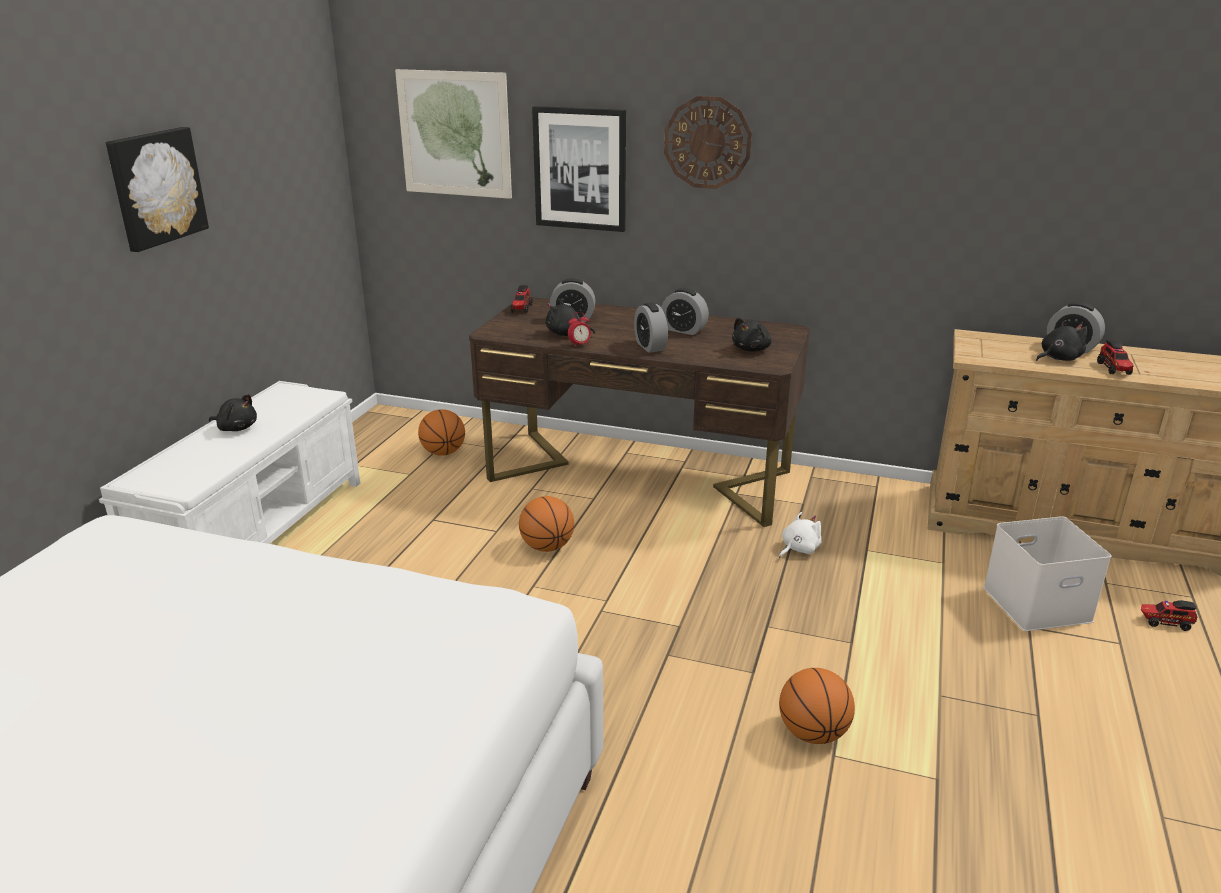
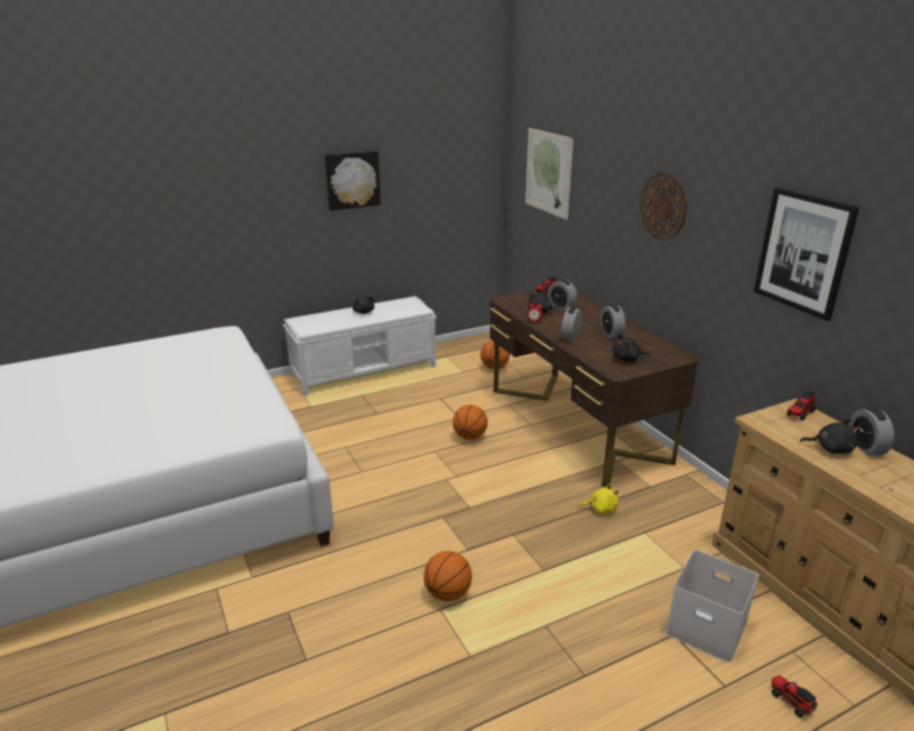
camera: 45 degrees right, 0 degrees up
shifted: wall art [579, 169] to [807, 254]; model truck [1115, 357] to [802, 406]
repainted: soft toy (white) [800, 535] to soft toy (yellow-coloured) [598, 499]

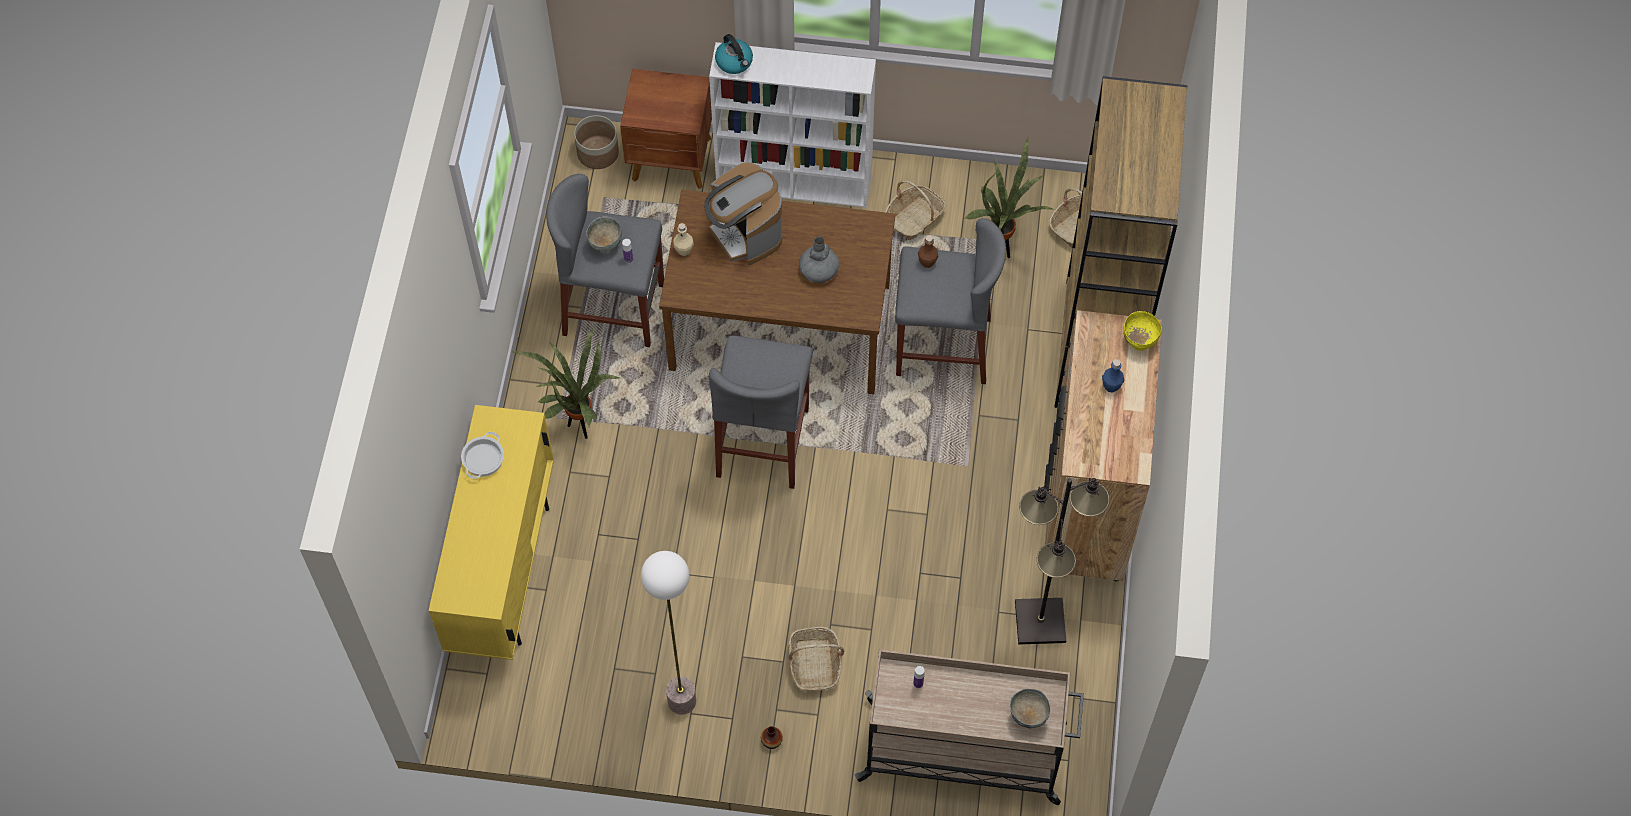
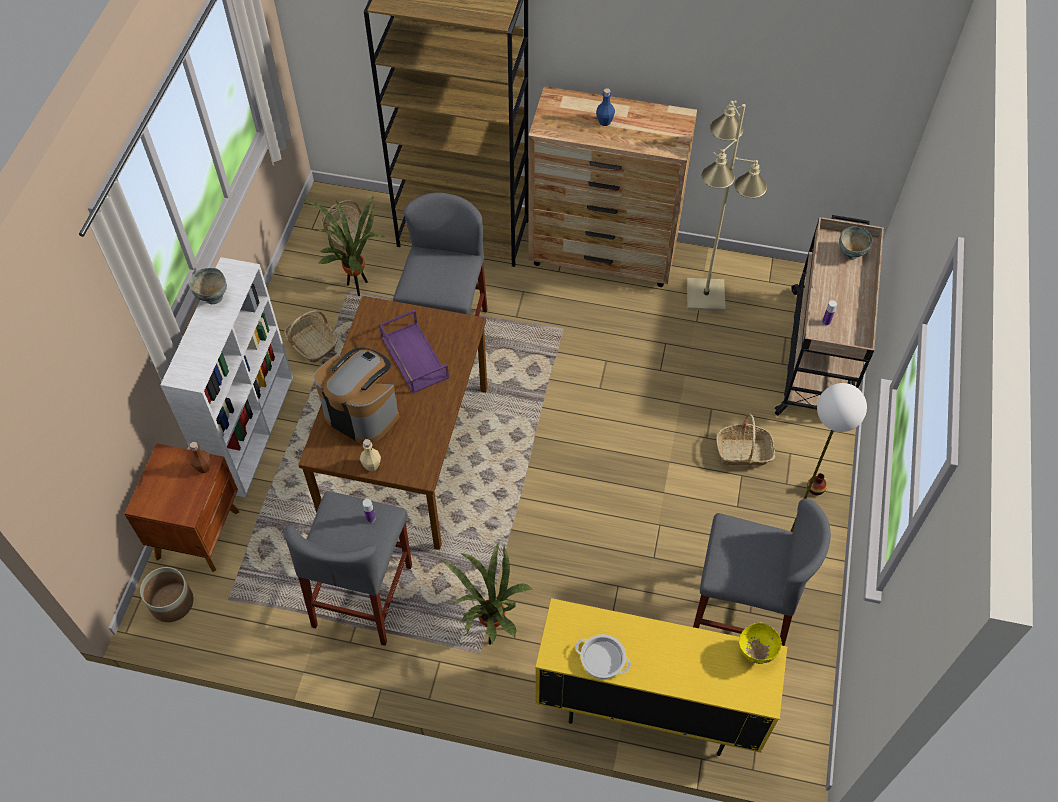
camera: 85 degrees left, 5 degrees down
gone: tea kettle [734, 54]
shifted: deep dish (greyish) [604, 235] to [208, 286]; bottle (brownish) [928, 251] to [201, 457]; deep dish (yellow-coloured) [1142, 331] to [760, 643]; sitting stool (greyish) [761, 412] to [762, 572]
swapped: vase (greyish) [819, 259] to carrying tray (purple-coloured) [414, 352]
repainted: floor lamp (black) [1062, 561] to floor lamp (sand-coloured) [727, 206]
rotated: coffee maker [743, 214] = [356, 395] 120 degrees counterclockwise

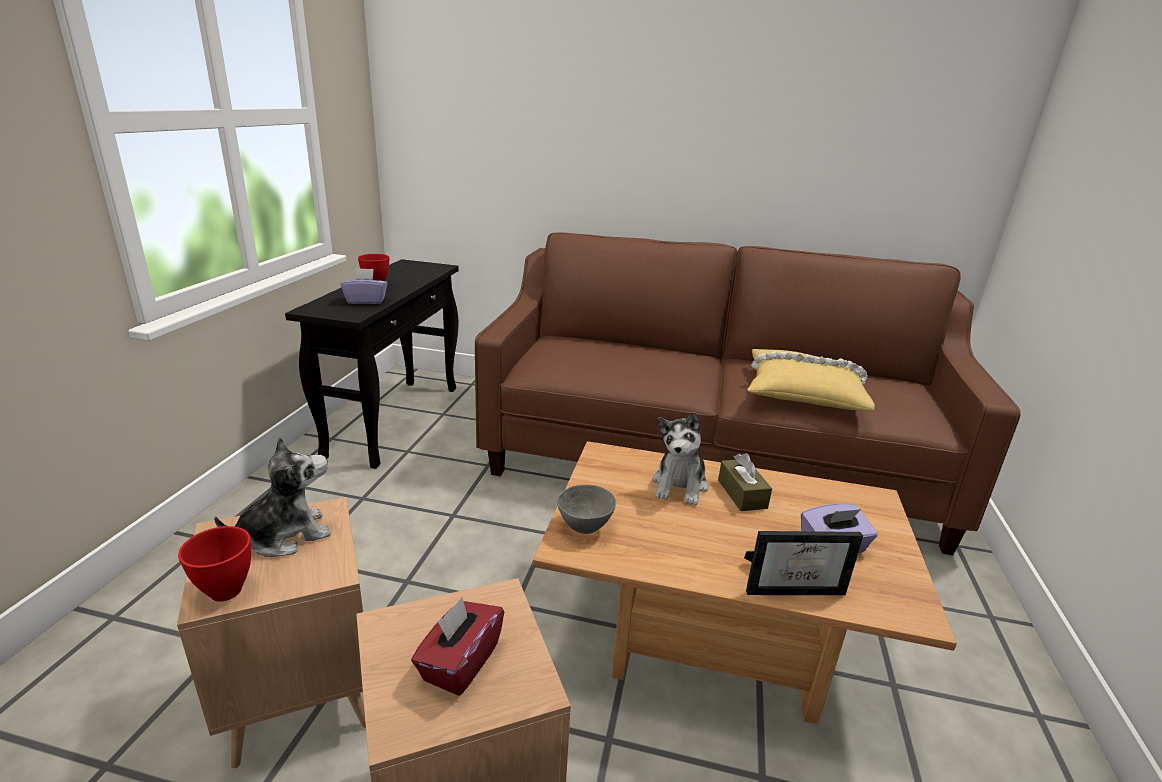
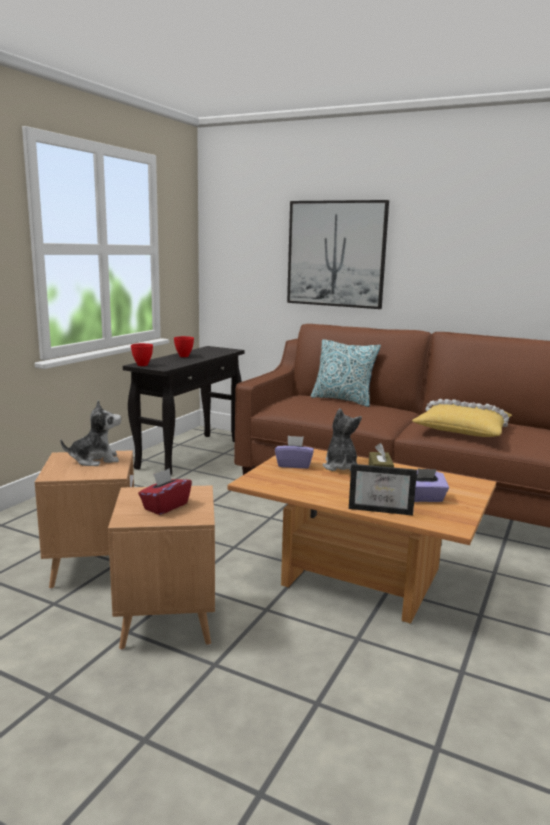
camera: 15 degrees right, 10 degrees down
gone: deep dish (greyish) [586, 509]
new: wall art [338, 254]; cushion [346, 373]
shifted: tissue holder (purple-coloured) [364, 286] to [294, 452]; deep dish (reddish) [214, 564] to [142, 354]
rotated: soft toy [680, 459] = [342, 439] 150 degrees clockwise

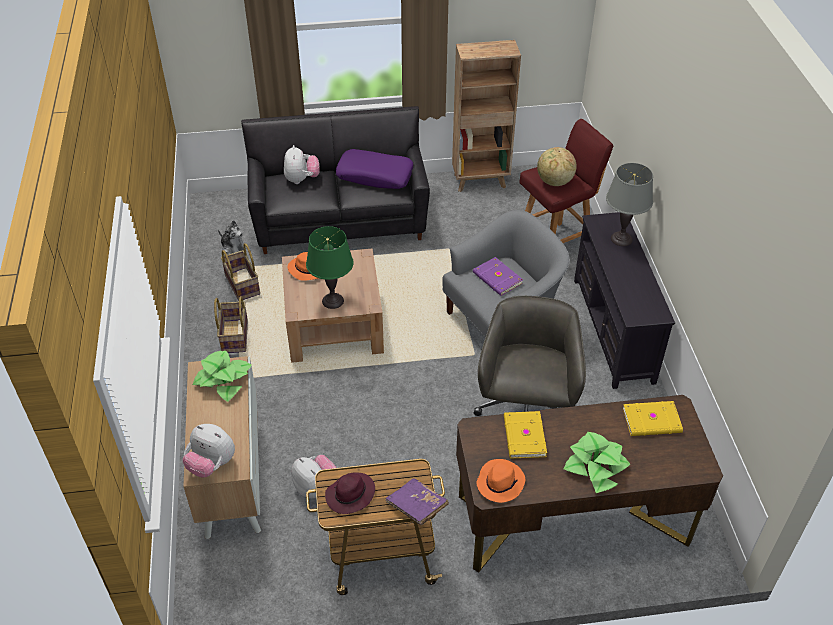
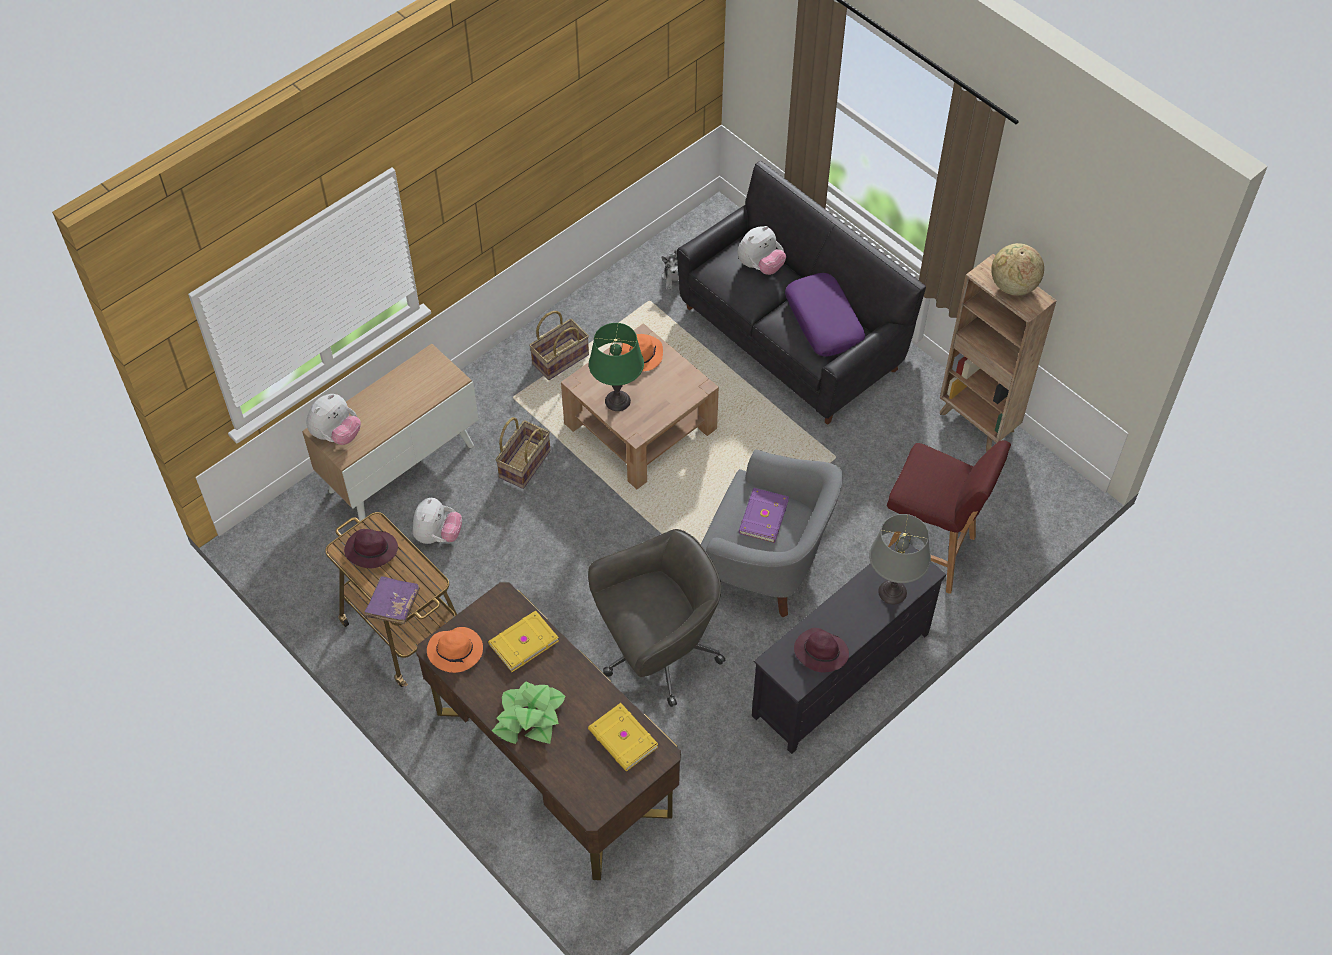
camera: 55 degrees right, 10 degrees up
gone: houseplant [222, 376]
new: wearable hat (purple-coloured) [821, 650]
shifted: world globe [557, 166] to [1017, 269]; storage basket [240, 272] to [523, 453]
rotated: soft toy [208, 451] = [333, 419] 135 degrees counterclockwise

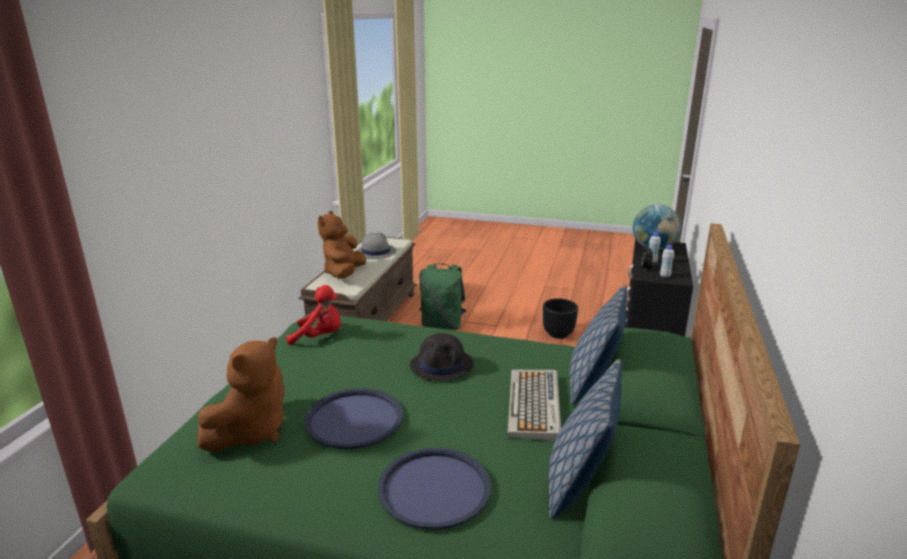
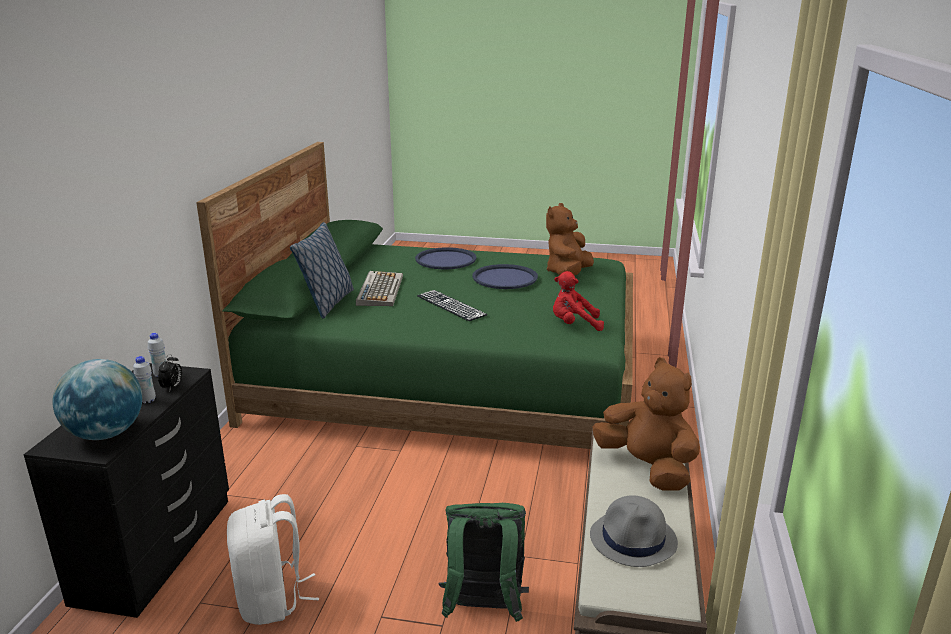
camera: 175 degrees right, 0 degrees up
gone: cushion [585, 439]
swapped: flower pot (black) [560, 318] to backpack (white) [273, 559]; wearable hat (black) [442, 357] to keyboard [452, 305]
rotated: soft toy (brownish) [342, 244] = [646, 424] 45 degrees counterclockwise

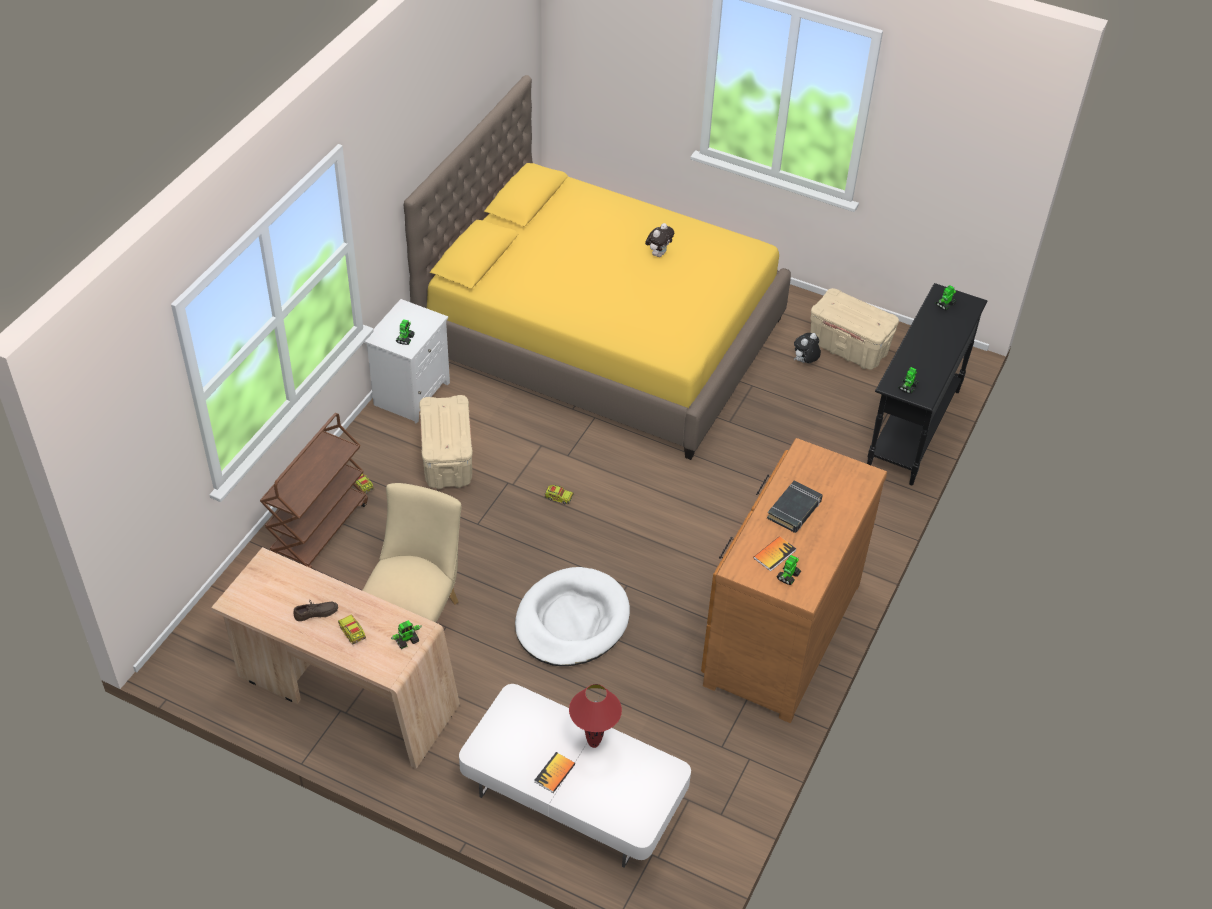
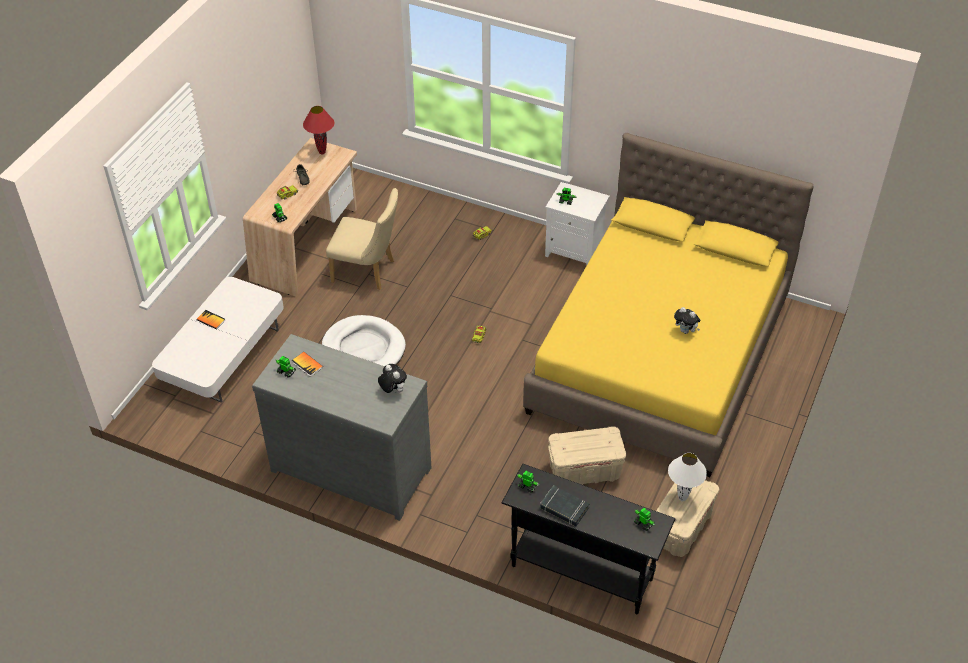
camera: 90 degrees right, 0 degrees up
gone: cart (brownish) [314, 491]
new: table lamp (white) [687, 477]
shifted: soft toy [807, 348] to [392, 378]; storage container (sand-coloured) [446, 442] to [587, 456]; volume (black) [794, 506] to [565, 505]; table lamp (reddish) [595, 716] to [318, 130]
repainted: dresser (brownish) [794, 580] to dresser (greyish) [342, 427]

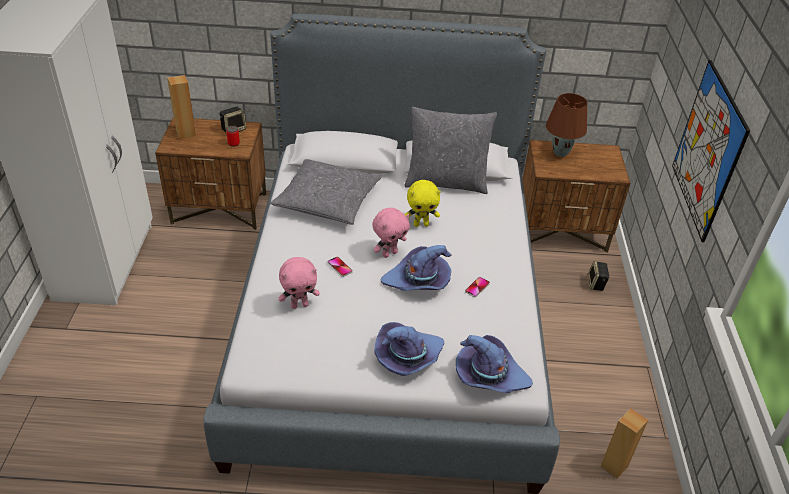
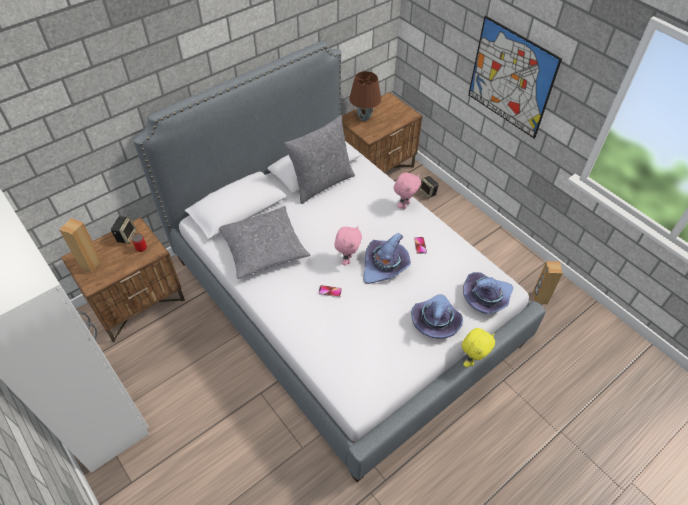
camera: 40 degrees left, 10 degrees up
shifted: soft toy (yellow-coloured) [422, 203] to [478, 347]; soft toy (pinkish) [299, 283] to [407, 190]

